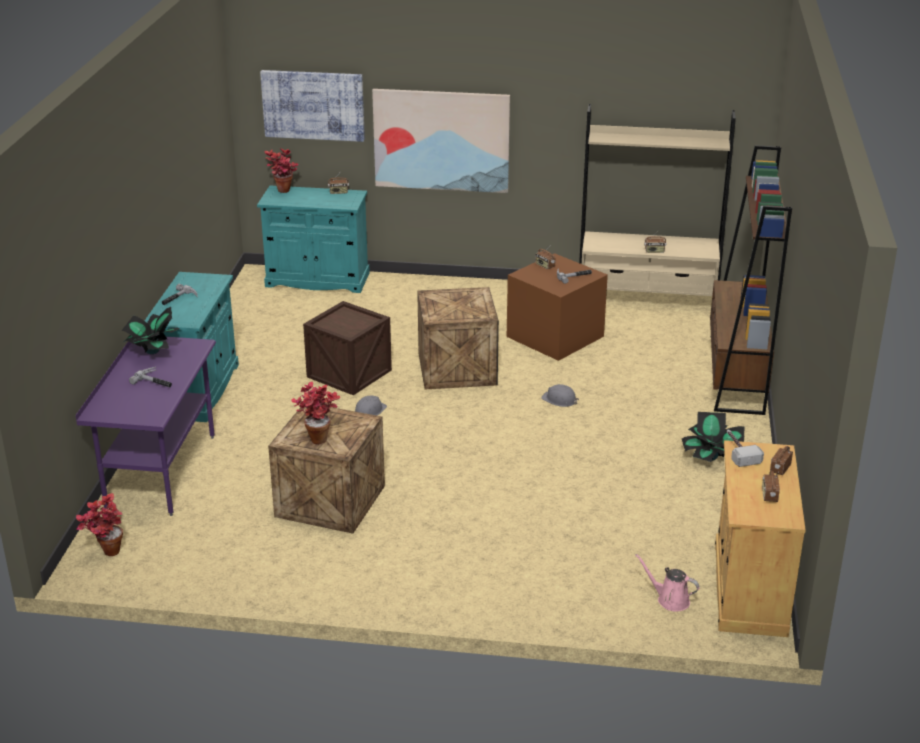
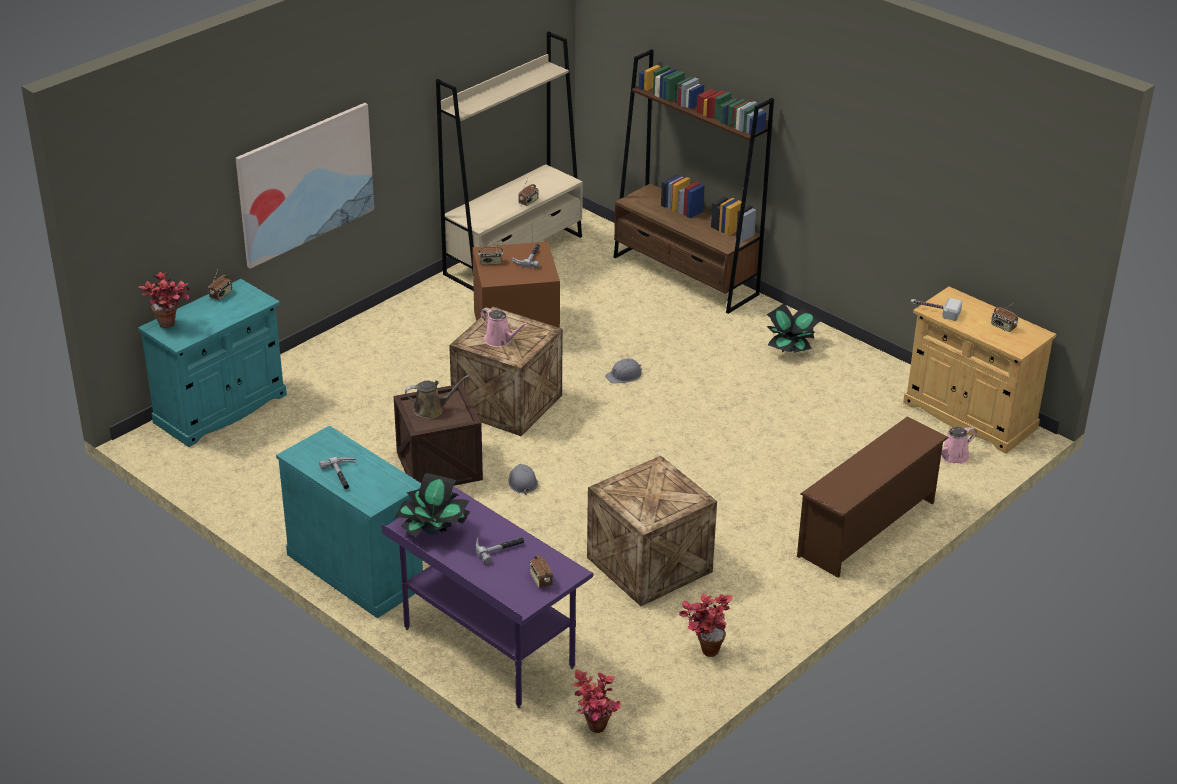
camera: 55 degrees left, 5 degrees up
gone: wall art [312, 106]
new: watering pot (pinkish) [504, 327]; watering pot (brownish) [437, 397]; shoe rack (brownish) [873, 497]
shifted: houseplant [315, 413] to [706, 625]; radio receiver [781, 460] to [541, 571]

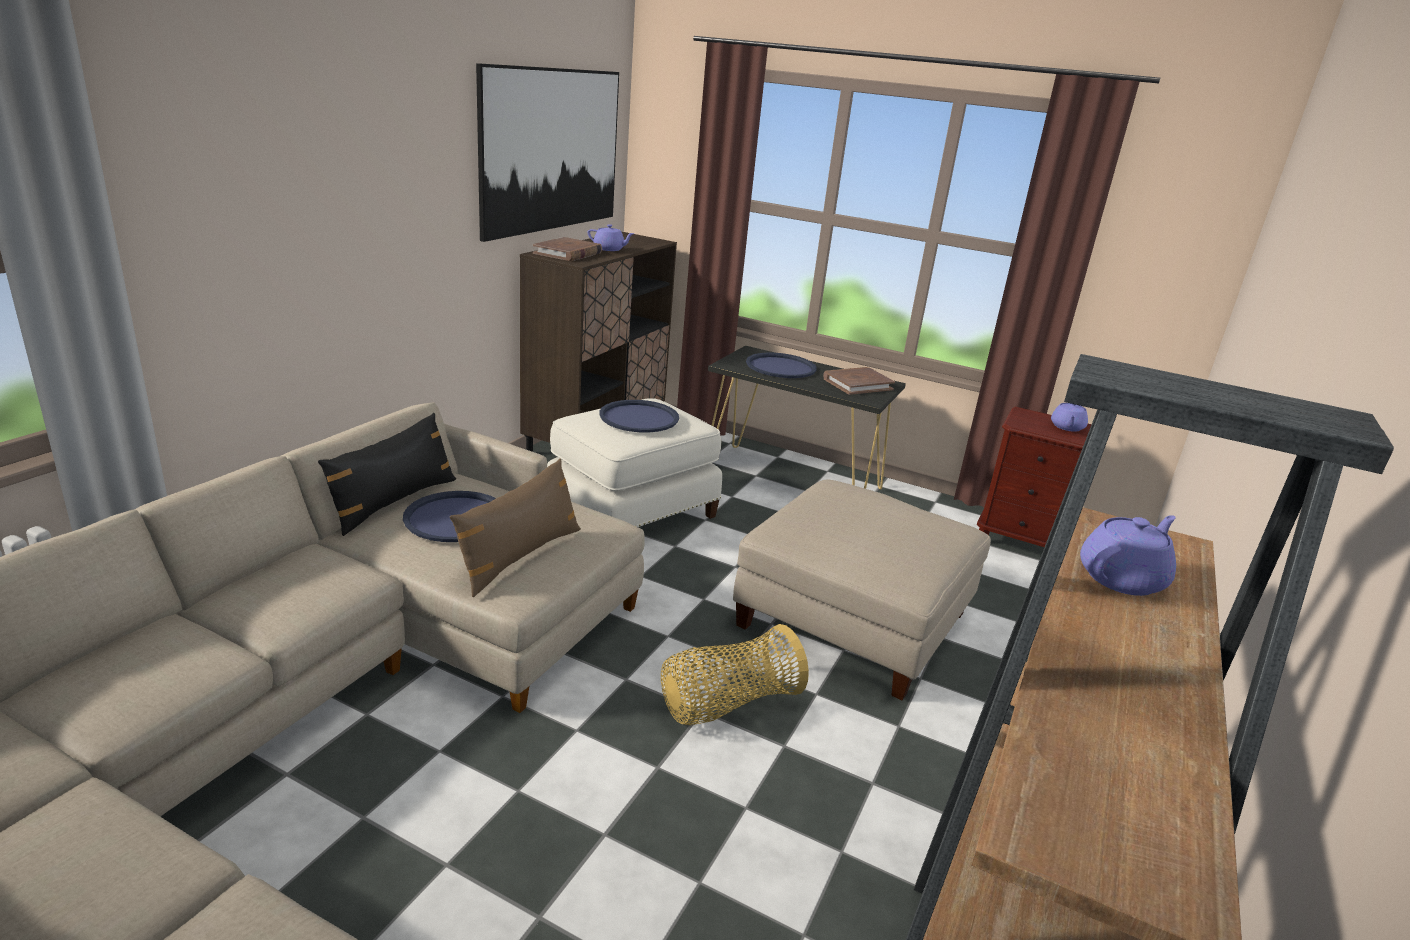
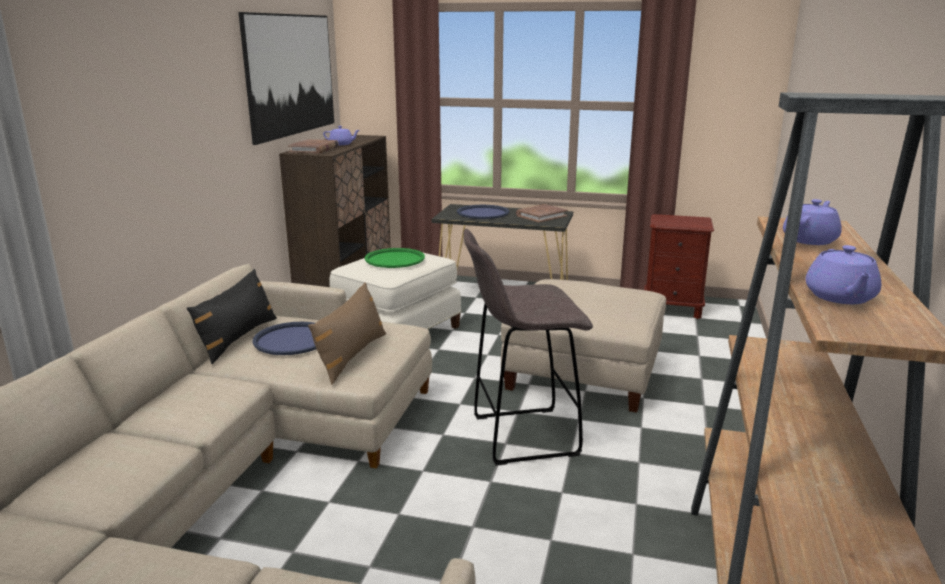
camera: 10 degrees left, 5 degrees down
shifted: tea pot (purple-coloured) [1069, 417] to [843, 274]
swapped: storage basket [735, 674] to sitting stool (greyish) [528, 347]
repainted: carrying tray (bluish) [639, 416] to carrying tray (green) [395, 258]

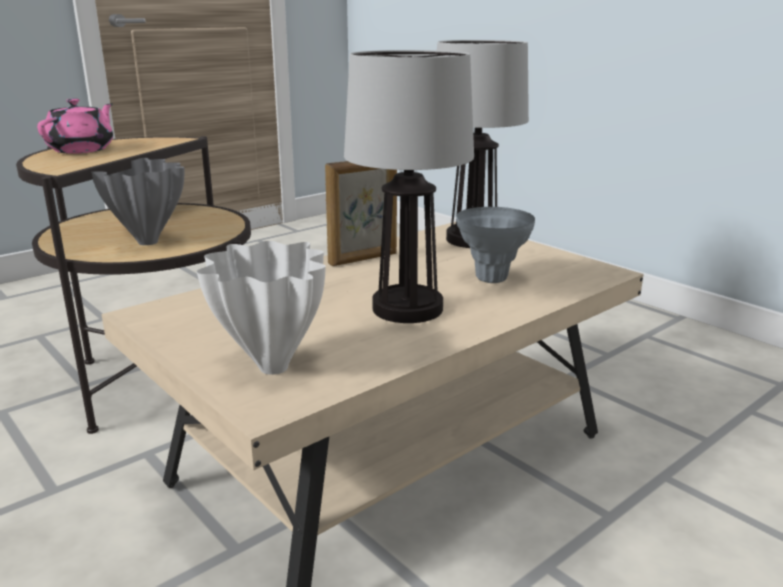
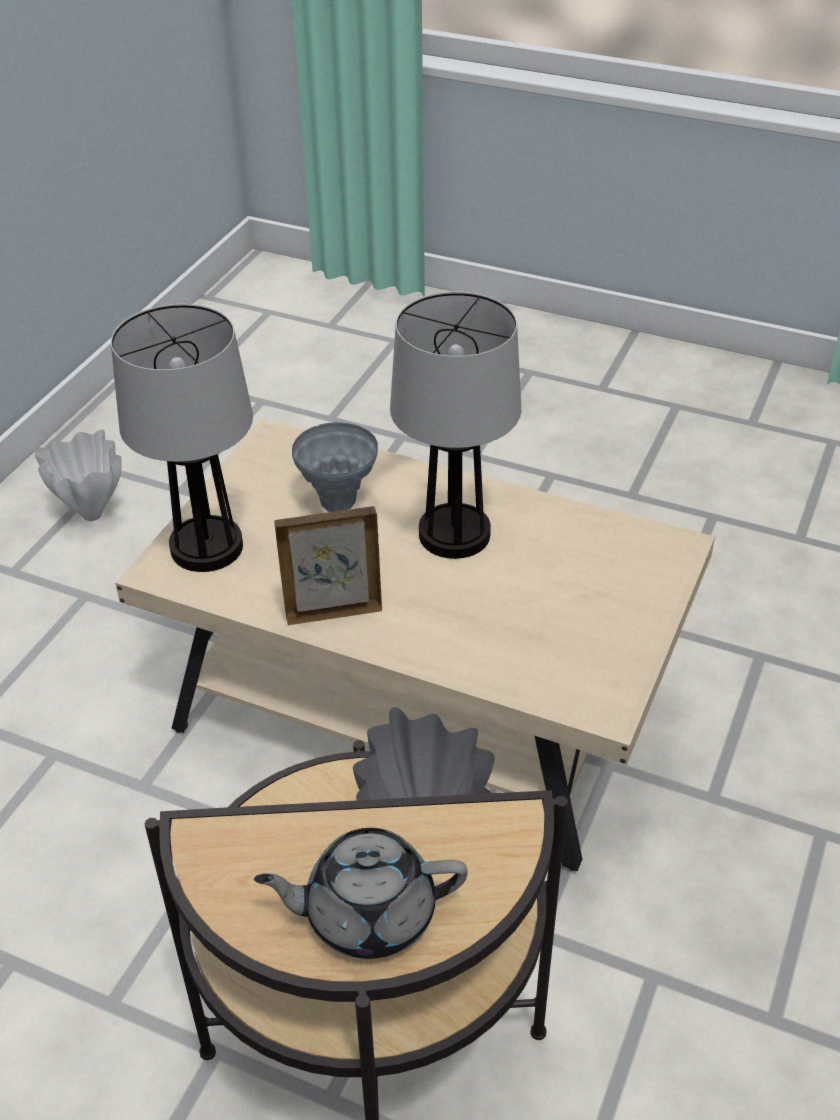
camera: 115 degrees left, 20 degrees up
shifted: vase (white) [261, 308] to [78, 475]
repainted: tea pot (pinkish) [75, 126] to tea pot (greyish) [361, 893]
rotated: standing frame [361, 213] = [328, 565] 45 degrees counterclockwise

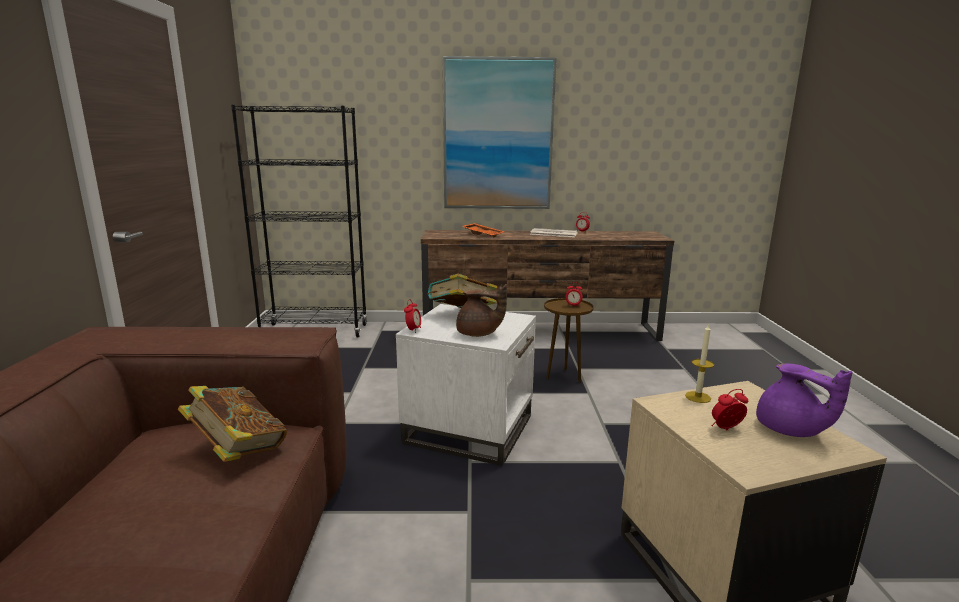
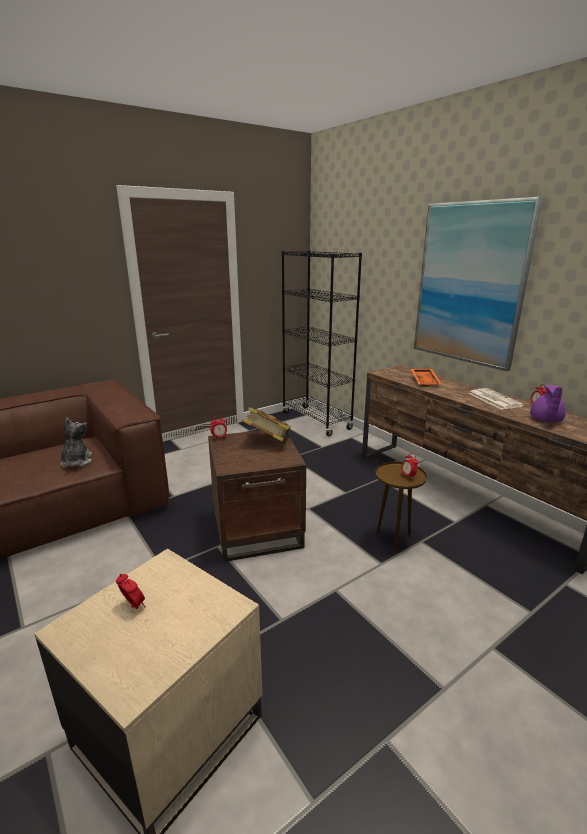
camera: 55 degrees right, 5 degrees up
gone: tea pot (brownish) [481, 310]; wax light [699, 363]
shifted: tea pot (purple-coloured) [804, 400] to [548, 404]
swapped: volume [232, 424] to soft toy [76, 442]
repainted: accent table (white) [466, 385] to accent table (brownish) [257, 496]

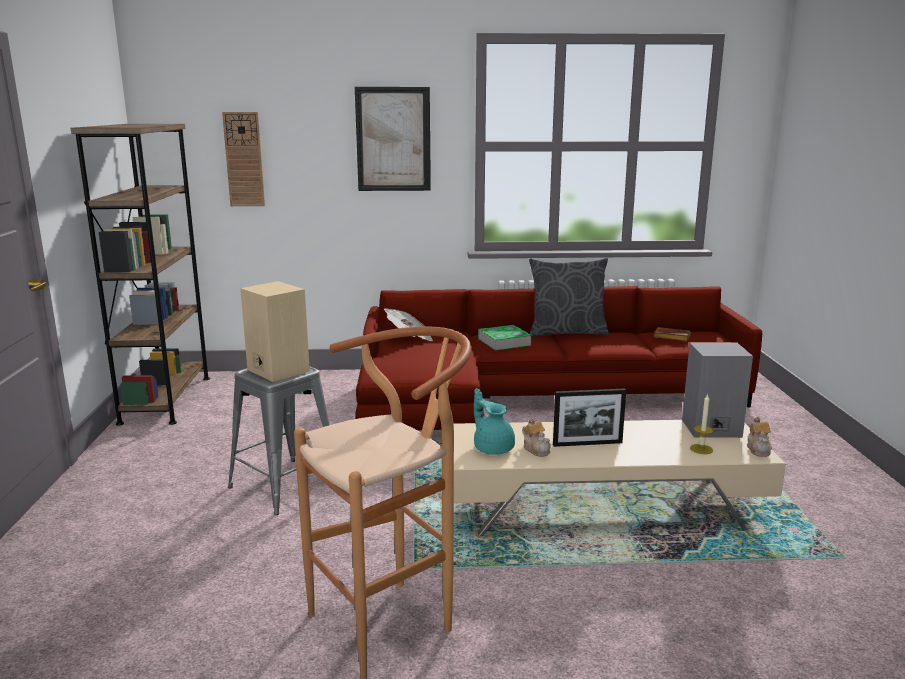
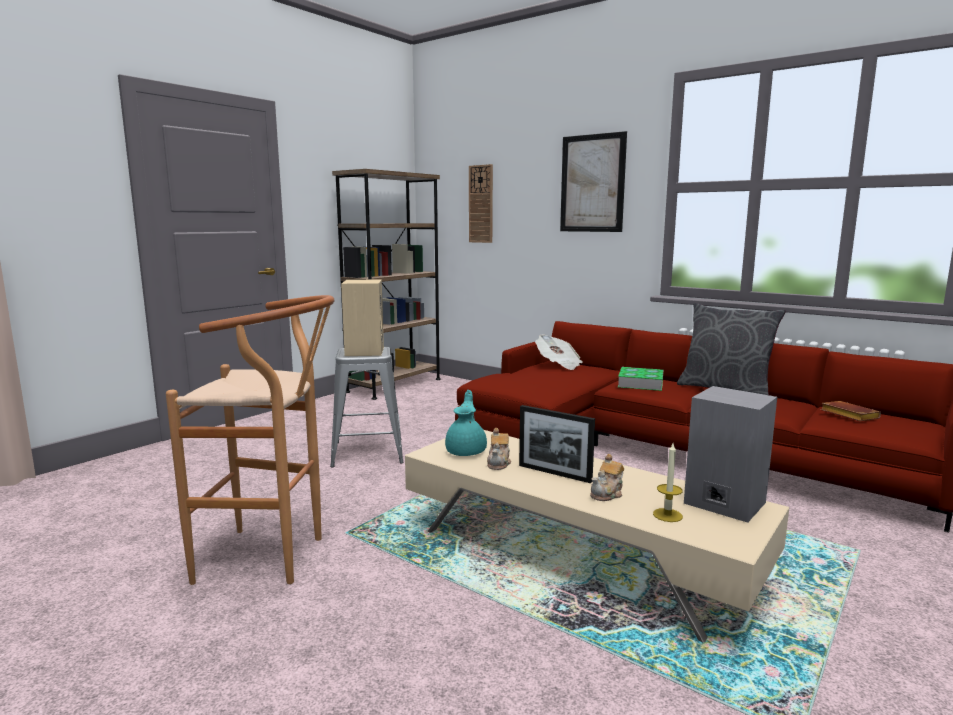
camera: 40 degrees right, 5 degrees down
shifted: tea pot [759, 437] to [607, 477]

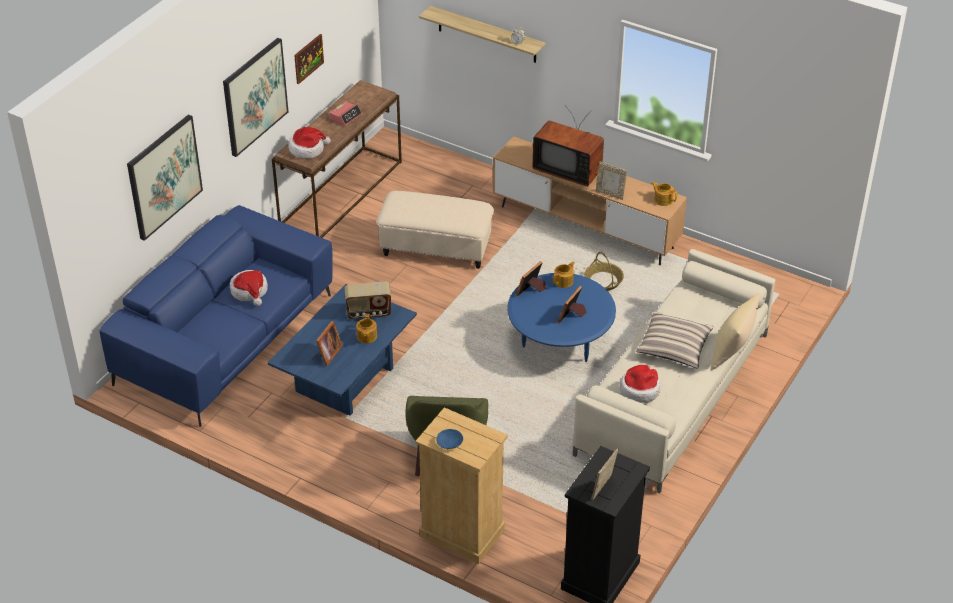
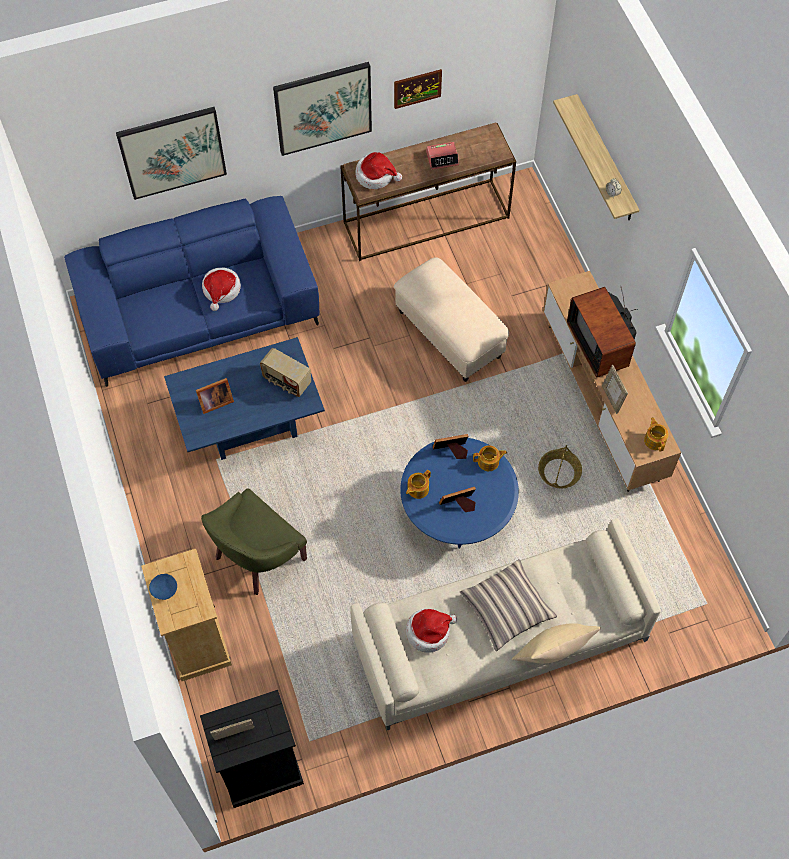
camera: 40 degrees right, 20 degrees up
shifted: tea pot [366, 328] to [418, 484]

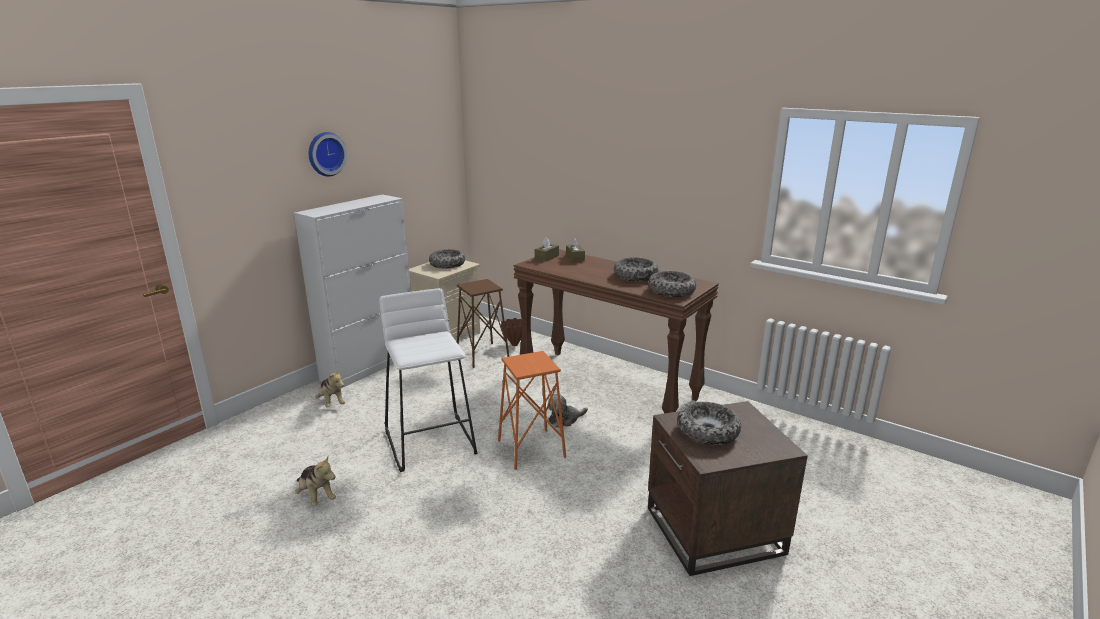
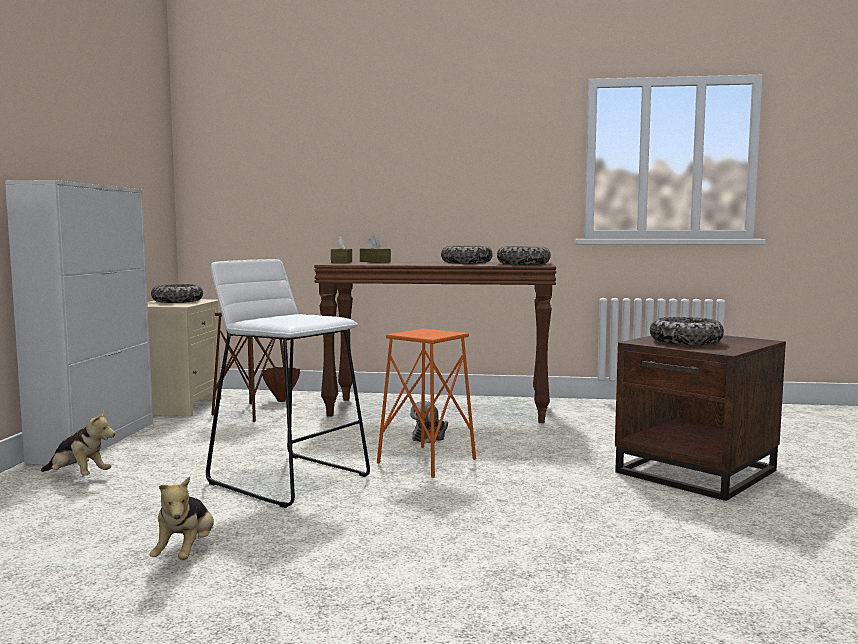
camera: 30 degrees left, 15 degrees down
gone: clock on the wall [328, 154]
rotated: soft toy [315, 480] = [182, 518] 75 degrees clockwise

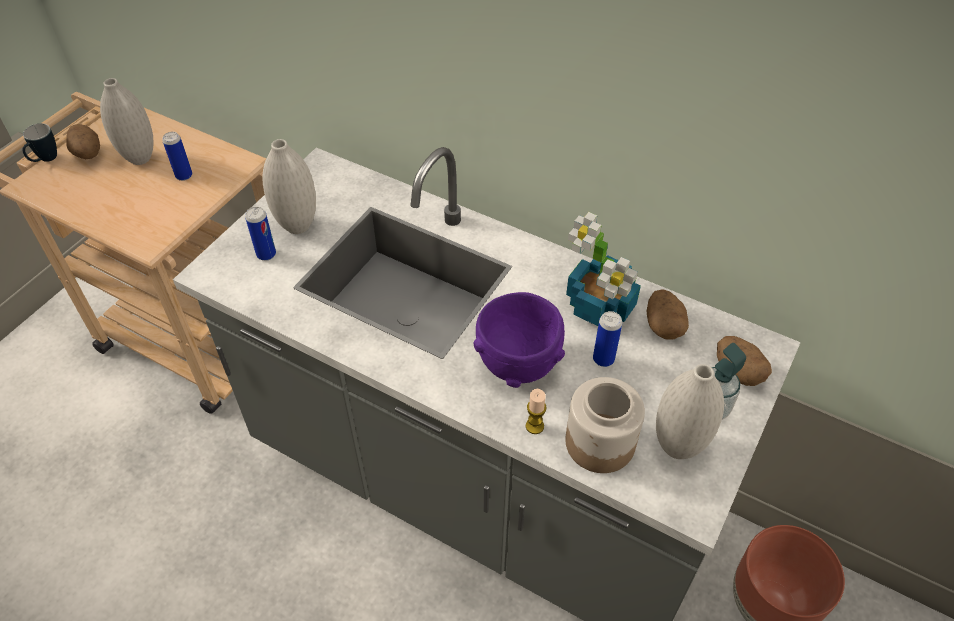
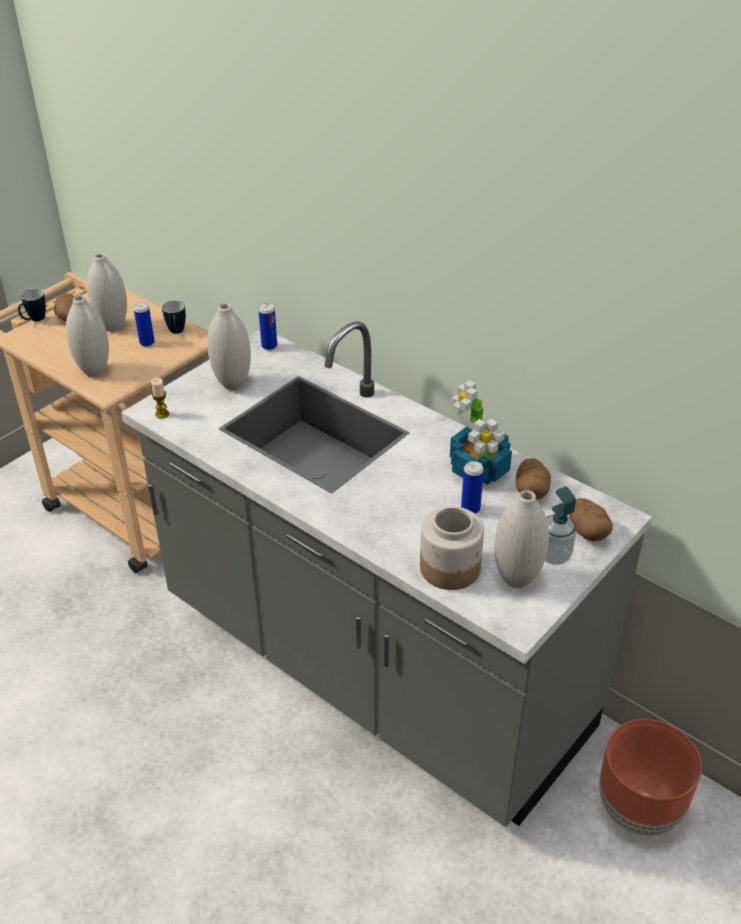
camera: 10 degrees right, 10 degrees down
gone: deep dish (purple-coloured) [519, 340]
new: vase (white) [87, 336]; mug [174, 317]
shifted: metal can [260, 234] to [267, 326]; wax light [536, 411] to [160, 398]

